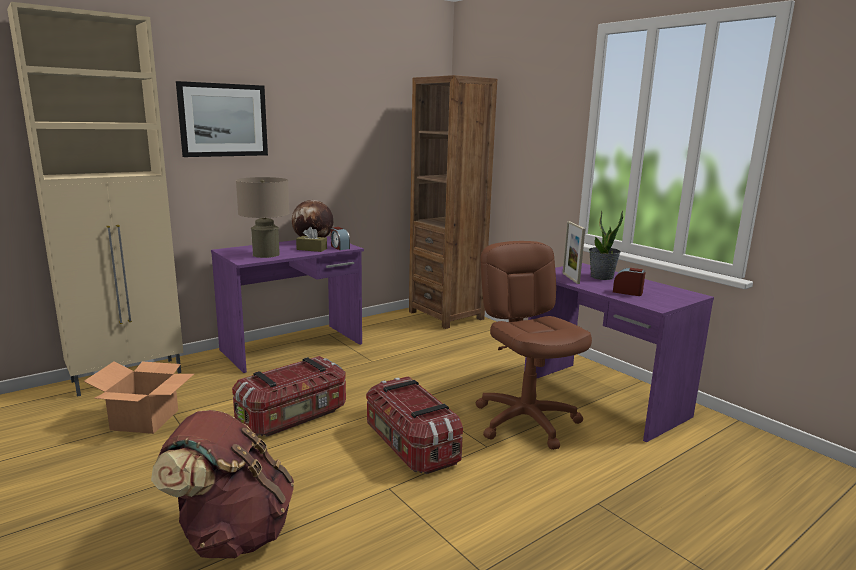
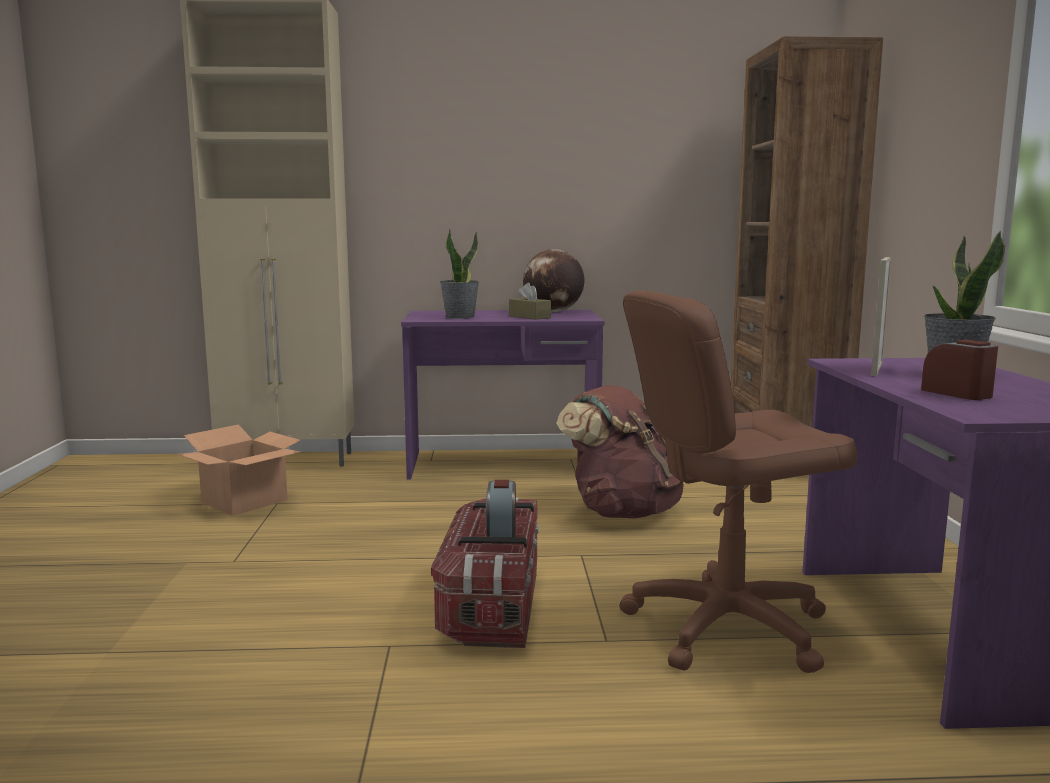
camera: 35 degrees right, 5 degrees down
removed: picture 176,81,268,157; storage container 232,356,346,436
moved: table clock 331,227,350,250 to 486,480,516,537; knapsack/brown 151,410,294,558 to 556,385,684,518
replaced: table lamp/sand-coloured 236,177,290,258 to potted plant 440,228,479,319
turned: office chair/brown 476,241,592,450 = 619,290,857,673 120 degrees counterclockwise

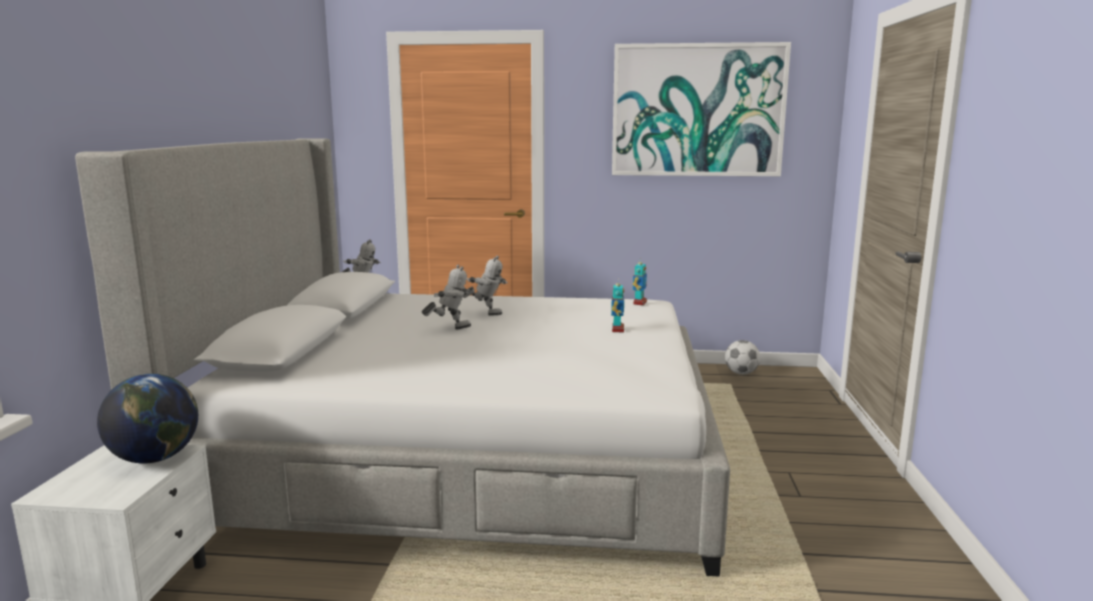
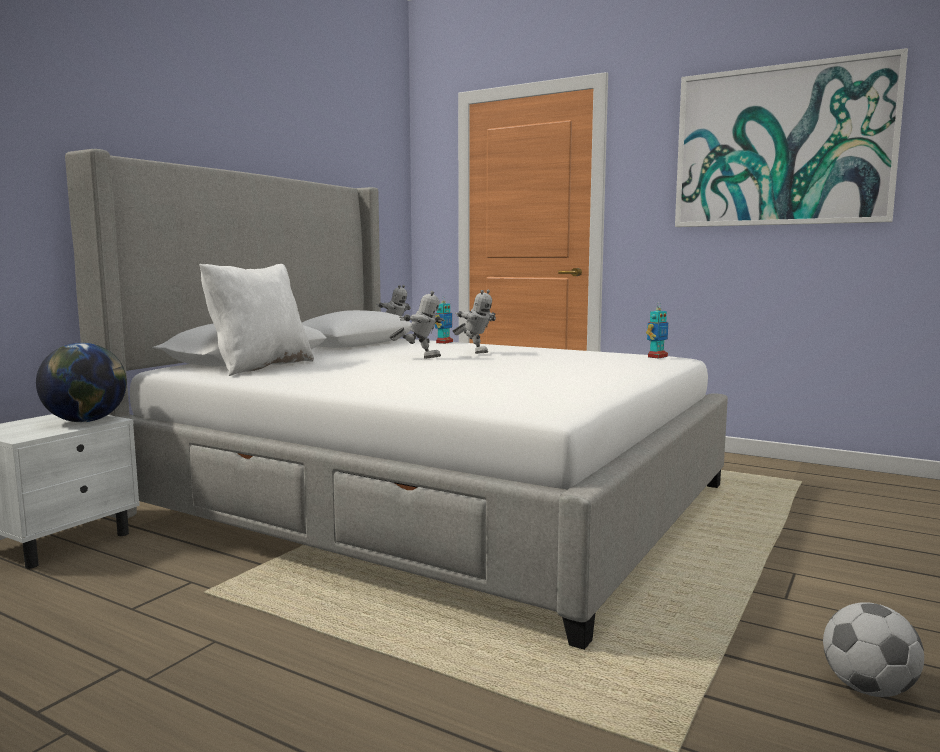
camera: 25 degrees right, 5 degrees down
added: cushion/white 199,264,314,376
moved: model robot 611,283,624,332 to 435,299,453,344; ball for football 725,340,760,374 to 823,602,924,697

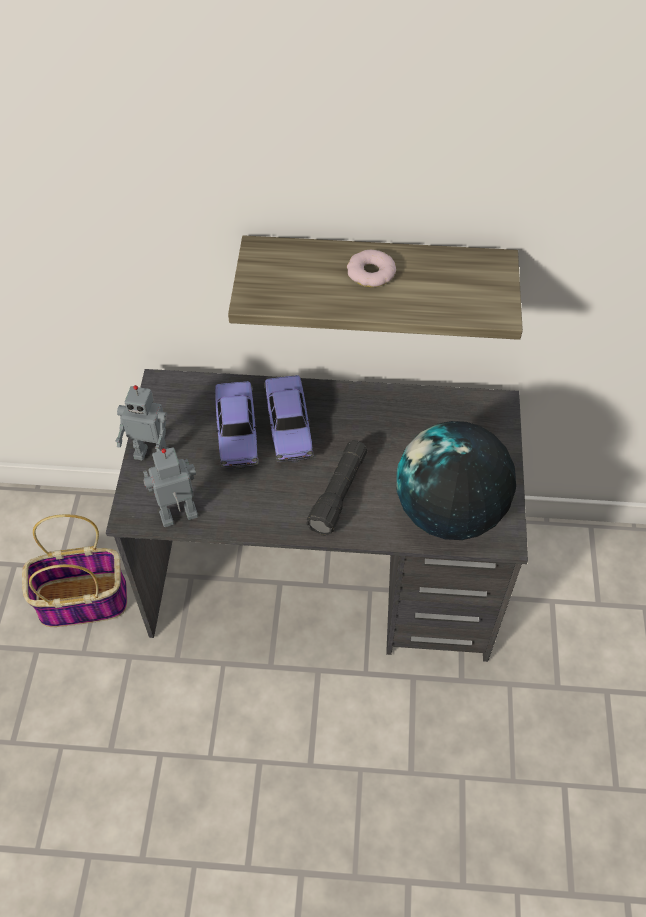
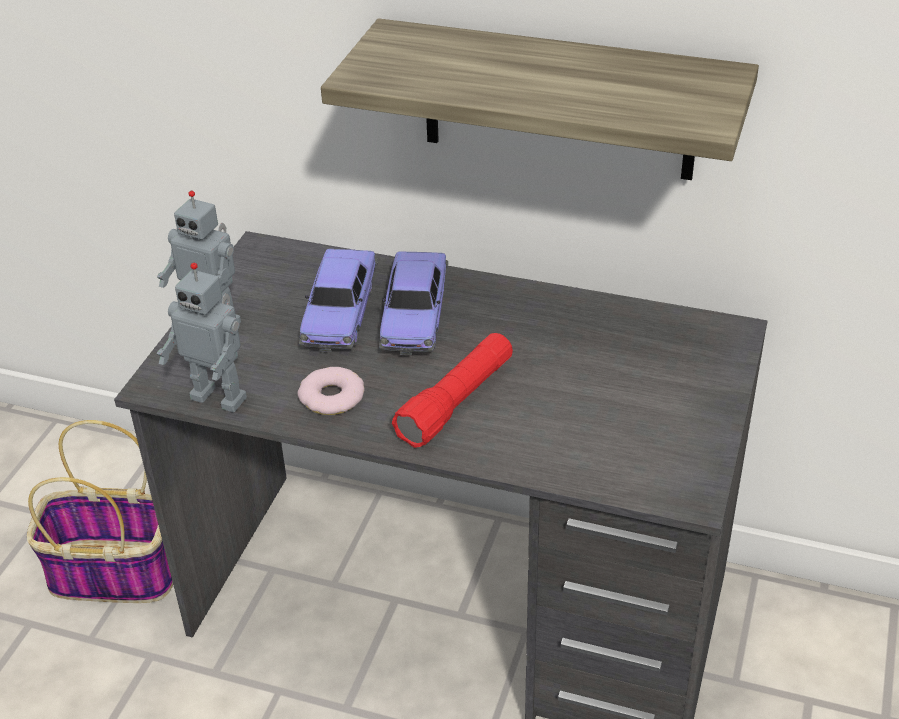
camera: 15 degrees right, 15 degrees down
removed: desk globe 396,421,516,540
moved: ring doughnut 347,250,396,287 to 297,367,365,415
recoloured: hand torch/black 306,440,367,536 to hand torch/red-coloured 392,333,513,448
turned: model robot 143,448,198,527 = 157,263,247,412 150 degrees counterclockwise

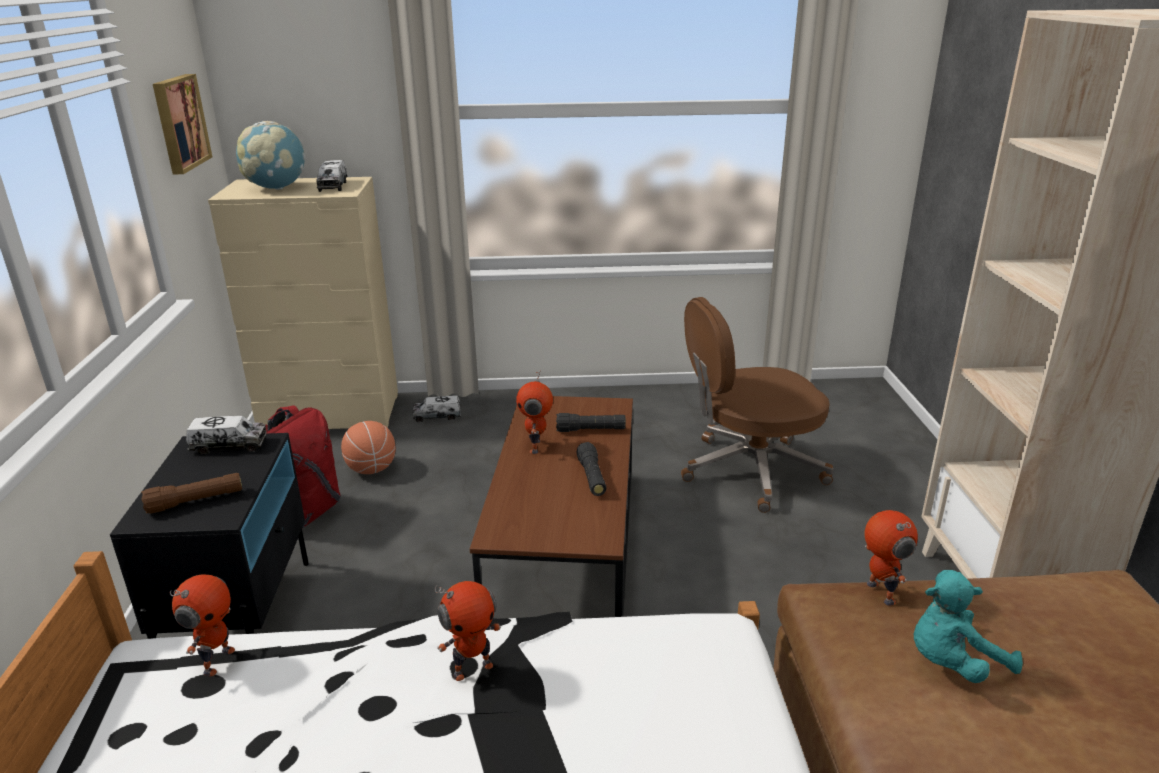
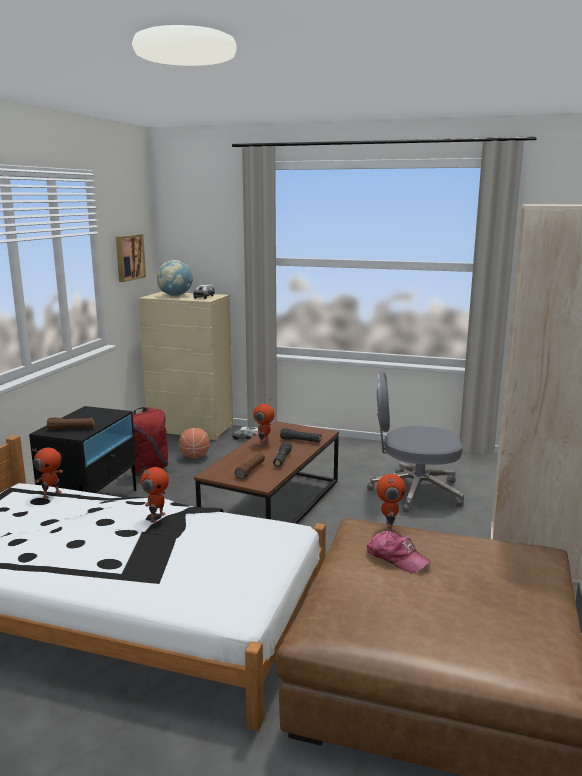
camera: 20 degrees right, 10 degrees down
removed: toy truck 186,416,267,454
added: hand torch/brown 235,453,265,479
replaced: cuddly toy/blue-green 914,570,1023,683 to peaked cap 367,531,431,573
recoloured: office chair/brown 681,297,834,513 to office chair/gray 367,372,464,513
turned: model robot 435,581,501,681 = 141,467,169,523 60 degrees counterclockwise

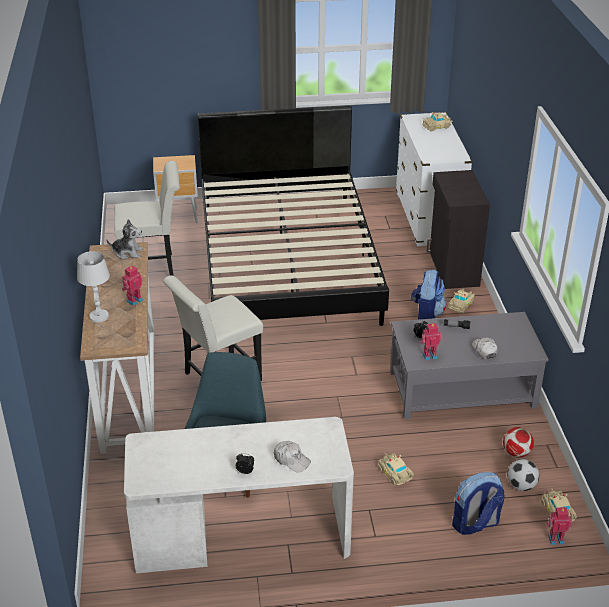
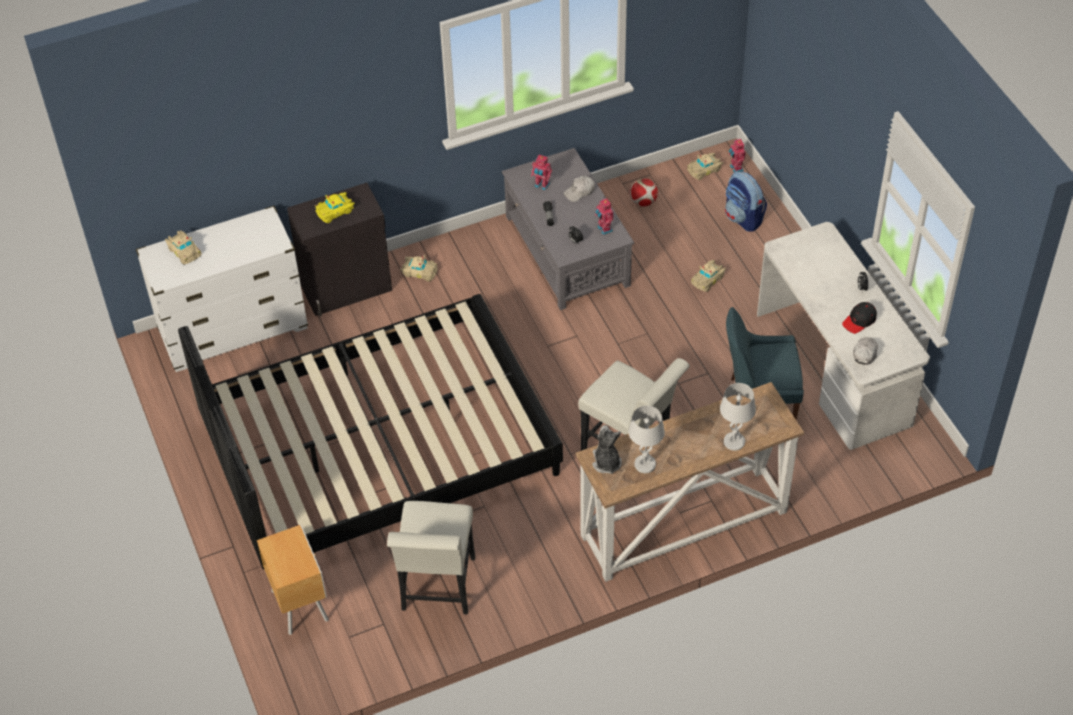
camera: 105 degrees left, 15 degrees up
removed: knapsack 411,269,446,320; ball for football 507,459,539,491
added: miniature car/yellow-coloured 314,192,355,223; peaked cap/black 842,302,877,334; table lamp/white 628,406,665,473
moved: model robot 122,265,143,306 to 531,155,552,191; peaked cap/white 274,441,311,473 to 853,337,878,365
turned: chair/white 114,161,180,276 = 387,501,475,614 150 degrees counterclockwise

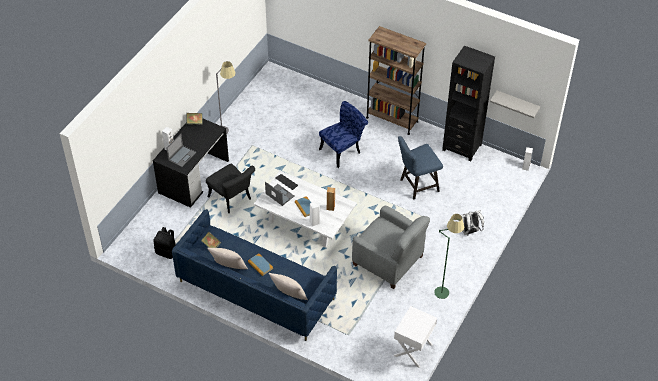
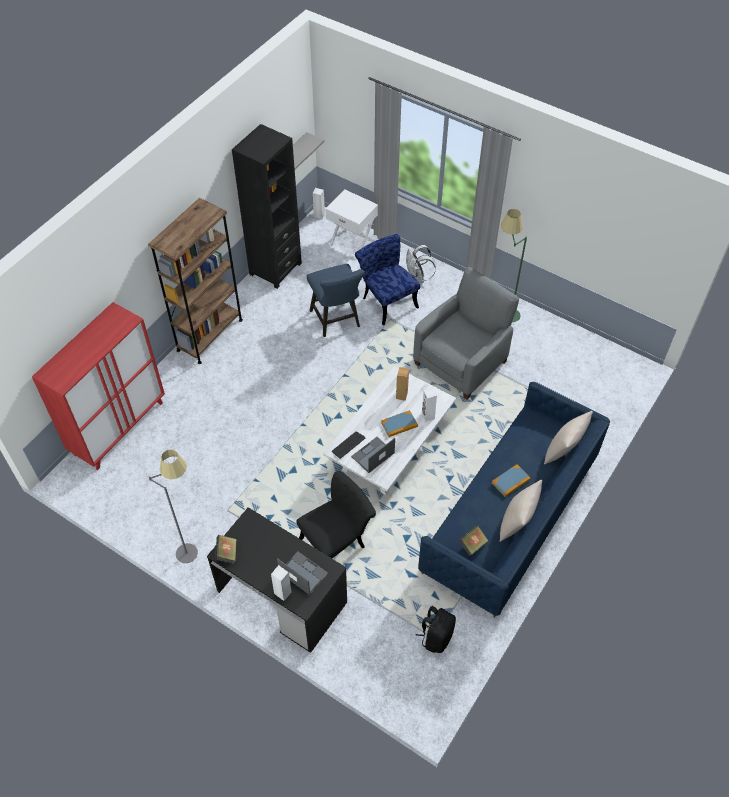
camera: 85 degrees left, 5 degrees up
added: storage cabinet/red-coloured 32,302,165,470
moved: chair/bluish 319,101,368,168 to 355,234,420,325; nightstand/white 393,306,437,368 to 326,189,378,261

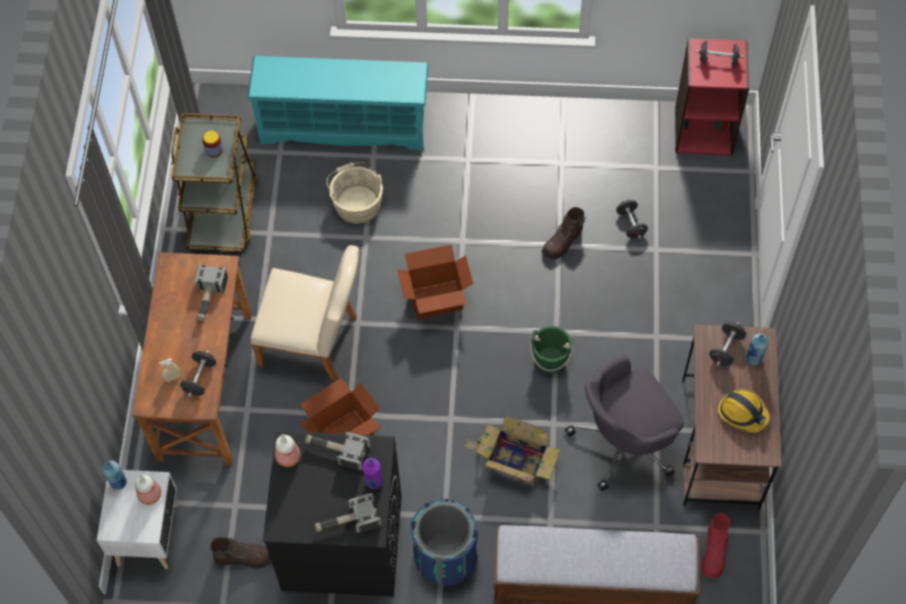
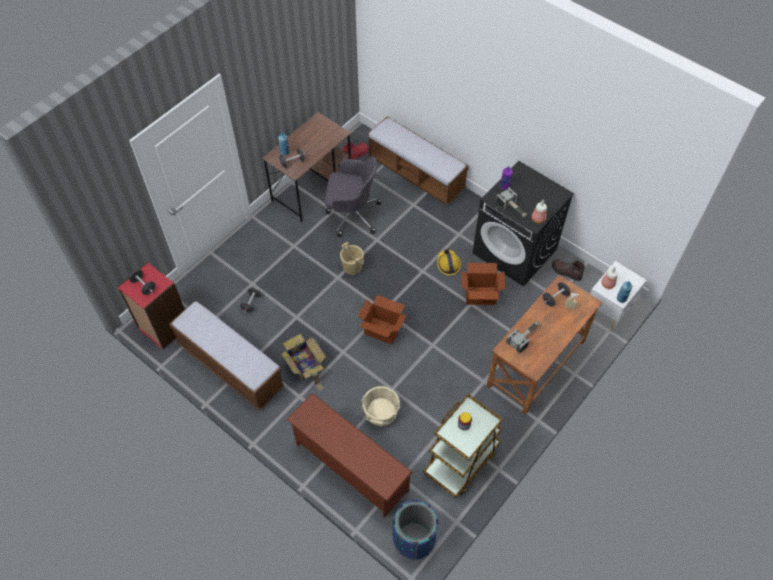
camera: 145 degrees left, 5 degrees down
removed: high-top boot/brown 542,207,585,259; chair/sand-coloured 251,245,359,382; hand hammer 315,493,382,533
added: indoor bench 169,301,284,411
moved: hard hat 718,389,770,433 to 437,249,461,275; carton 464,415,560,484 to 281,334,326,392; rubbish bin/bluish 410,499,478,586 to 392,499,438,560
recoloured: shoe stand/blue-green 247,56,429,151 to shoe stand/brown 287,393,413,517; water bucket/green-coloured 530,326,573,374 to water bucket/sand-coloured 340,242,364,275

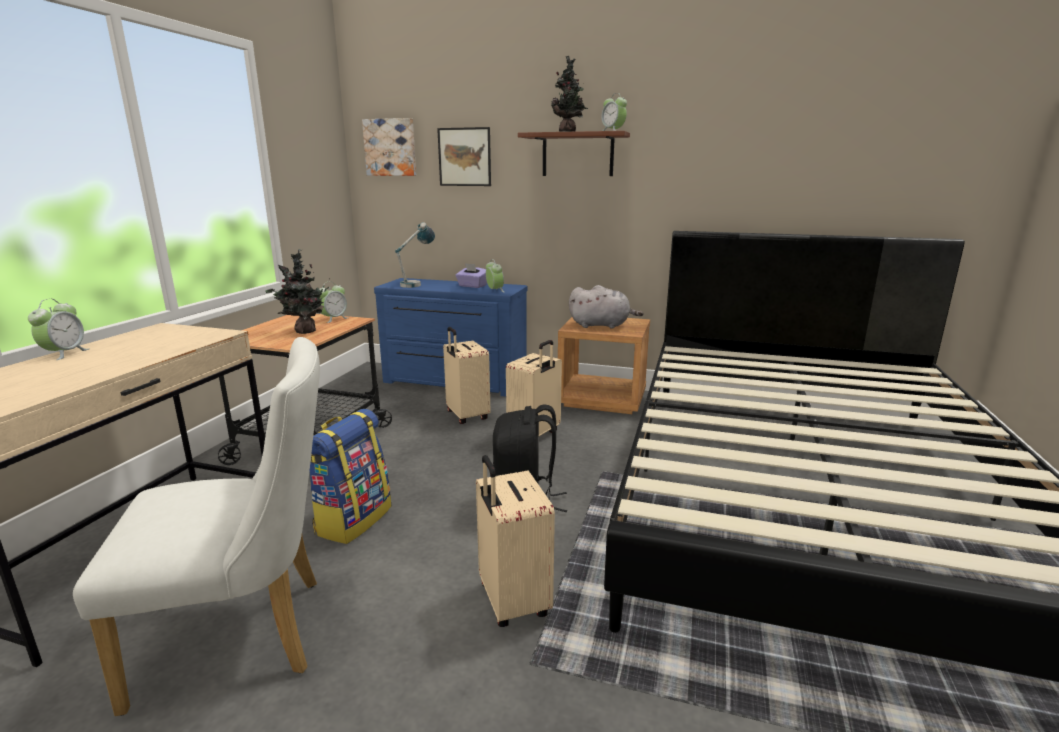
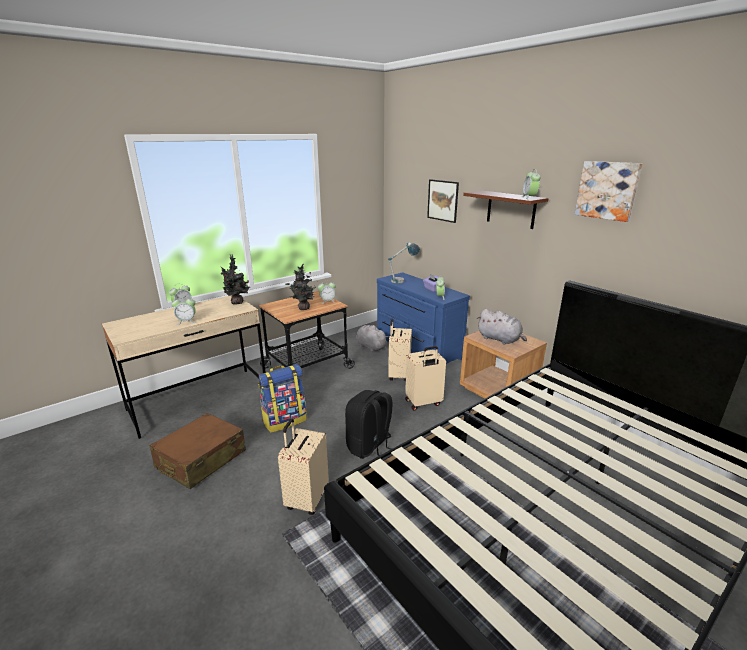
camera: 35 degrees right, 5 degrees up
added: table clock 171,296,196,325; cuddly toy/gray 356,325,388,352
moved: potted plant 551,56,588,132 to 221,254,249,305; picture 362,118,416,176 to 574,161,642,222
replaced: chair/white 73,337,320,716 to travel case/brown 149,413,246,489

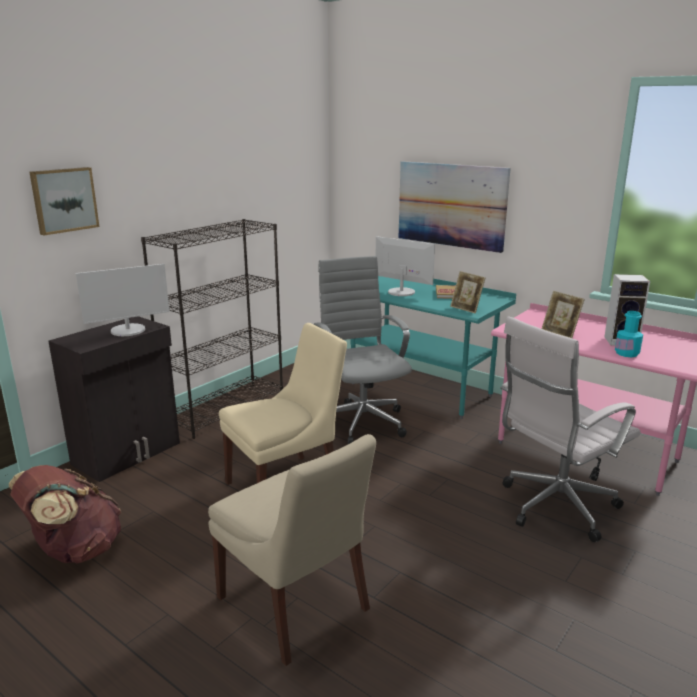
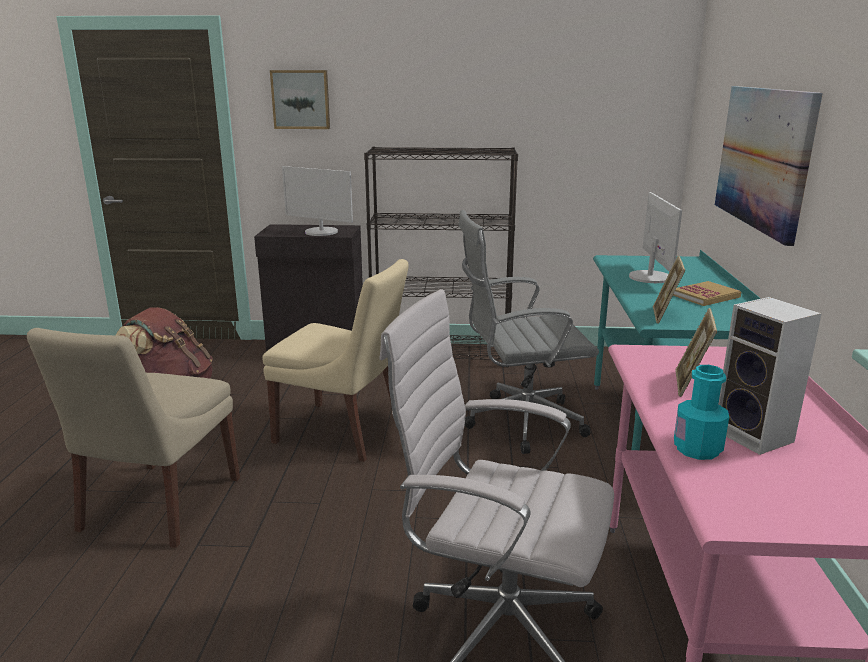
camera: 55 degrees right, 0 degrees up
turned: office chair/gray 314,256,412,444 = 458,210,599,454 135 degrees counterclockwise

